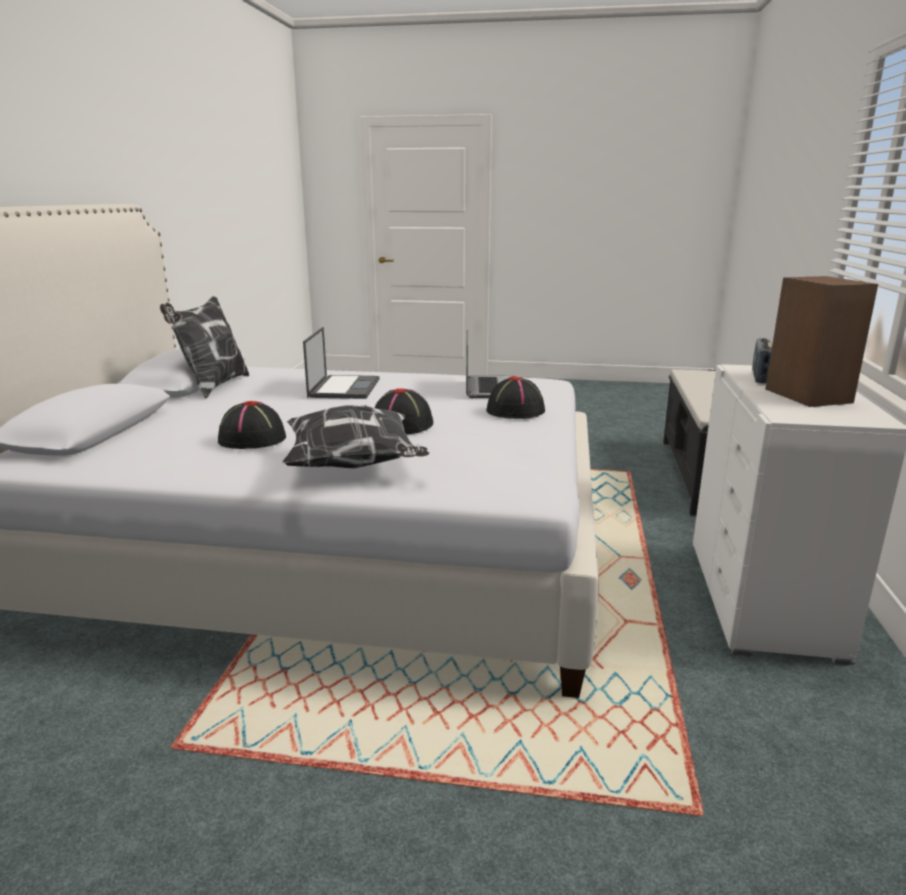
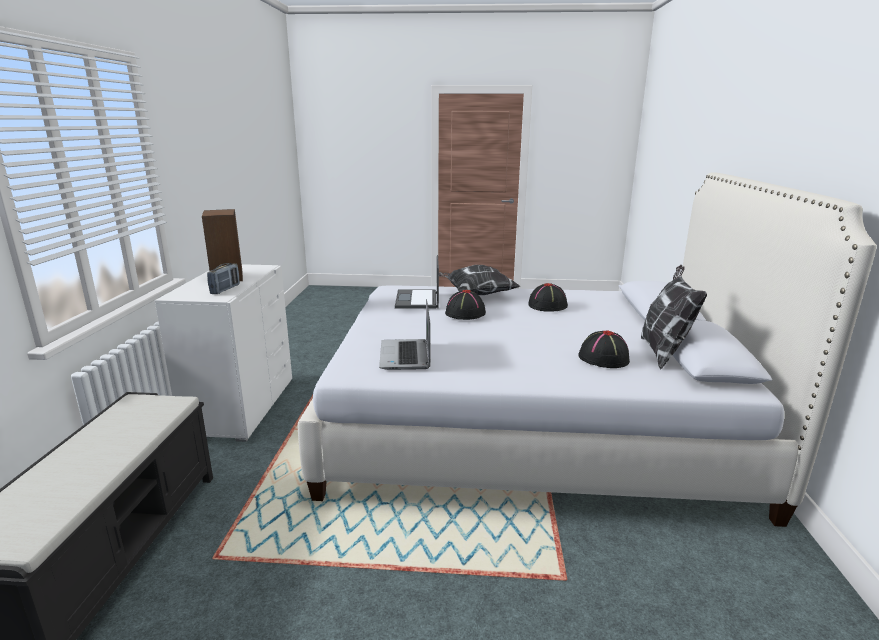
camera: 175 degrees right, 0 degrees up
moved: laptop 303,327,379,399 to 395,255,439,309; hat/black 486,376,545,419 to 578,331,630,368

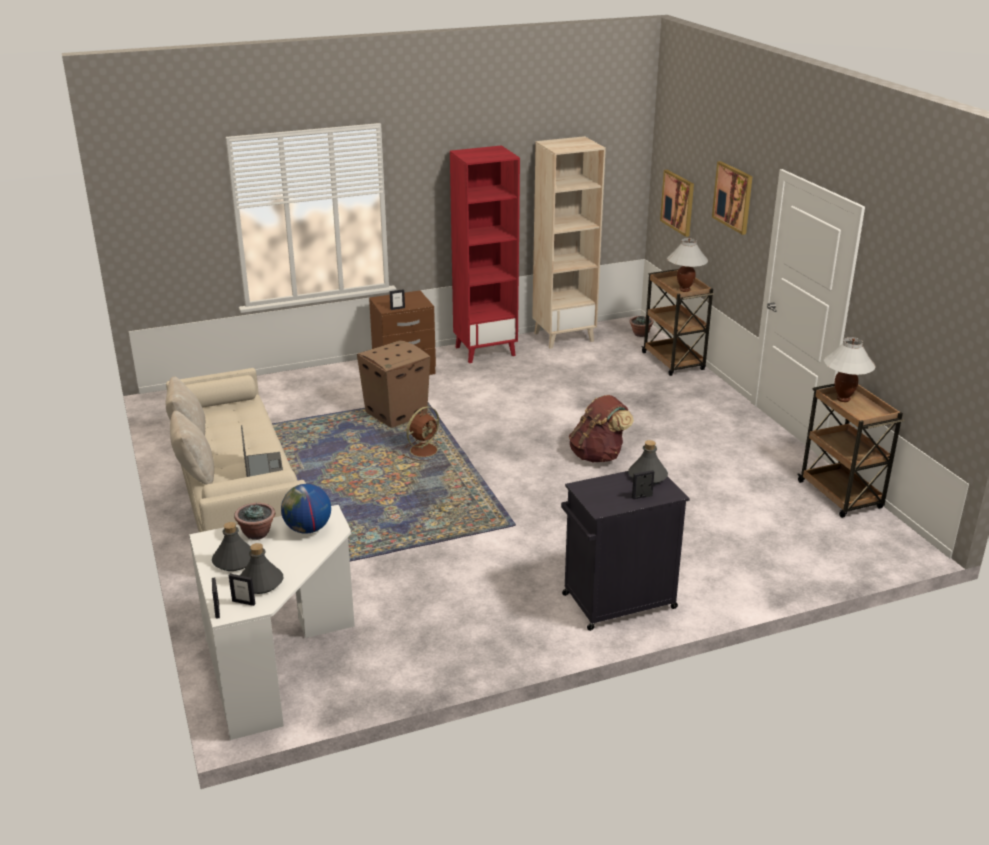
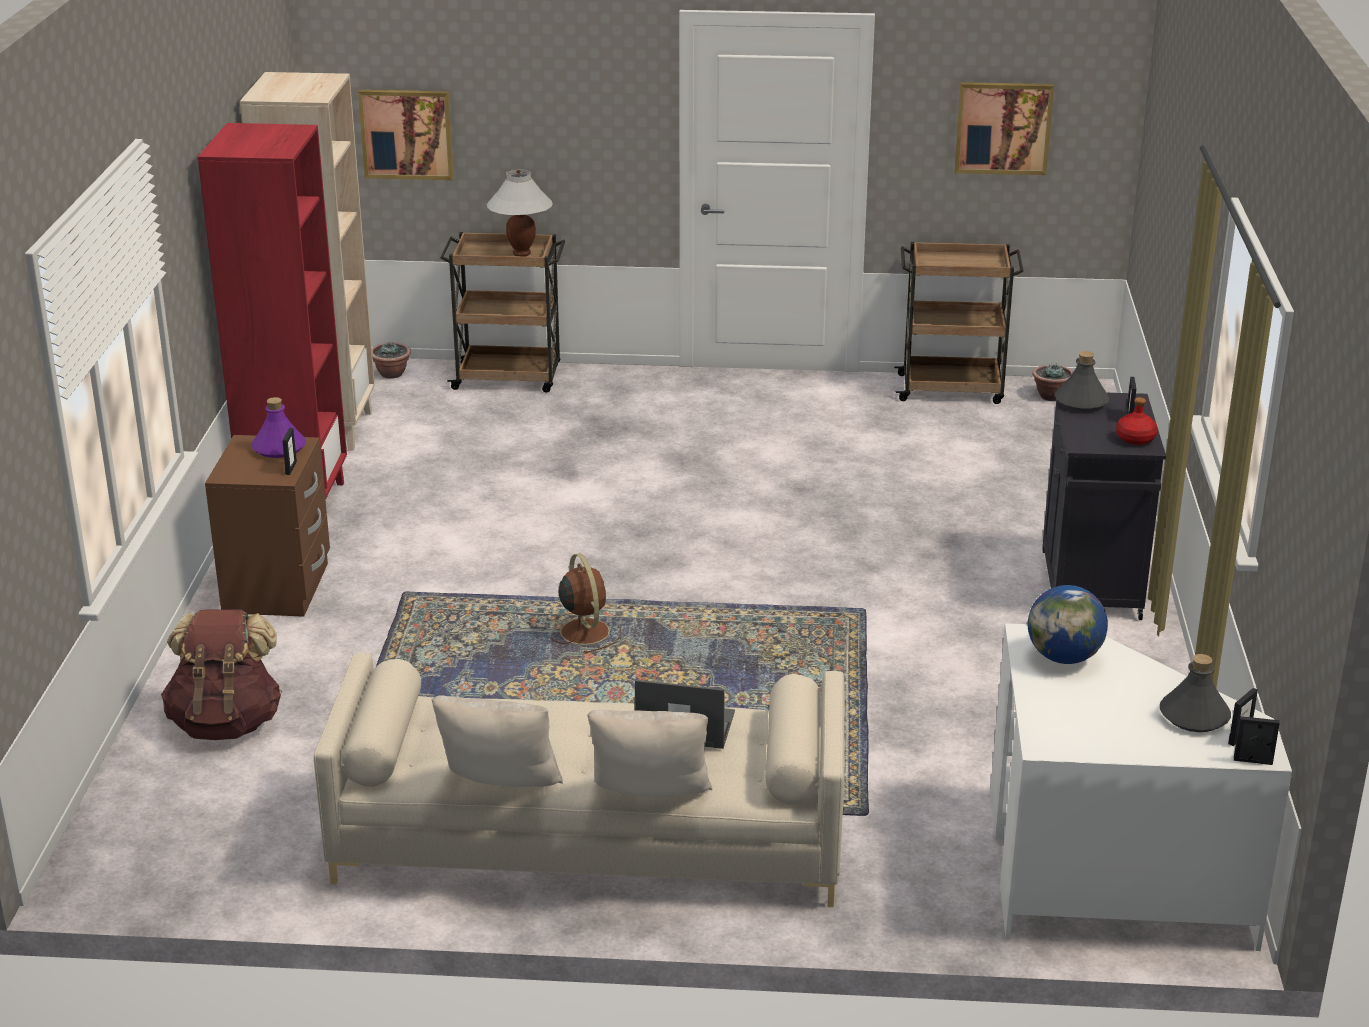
camera: 65 degrees left, 0 degrees up
removed: table lamp/white 824,337,876,402; carton 357,340,430,428; bottle/gray 212,522,251,571
added: bottle/purple-coloured 251,397,306,458; bottle/red-coloured 1116,397,1158,445
moved: picture 712,161,753,235 to 955,82,1054,175; knapsack/brown 569,395,634,462 to 161,610,282,740; potted plant 234,503,275,540 to 1032,363,1074,401

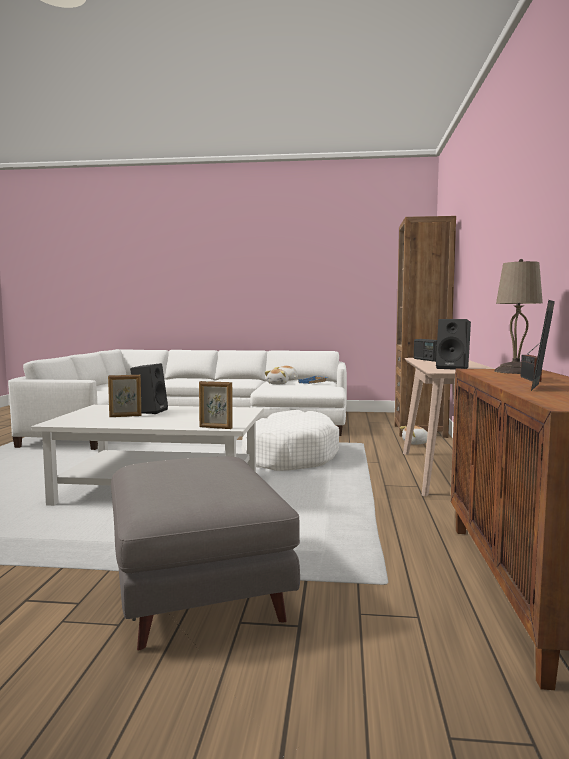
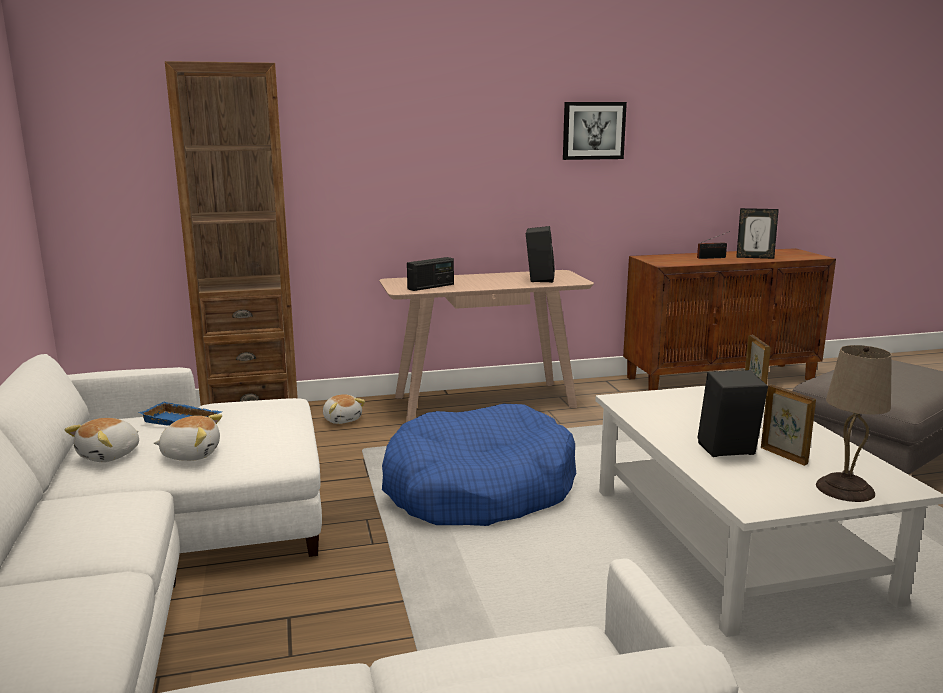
camera: 110 degrees left, 10 degrees up
added: picture 563,102,627,160
moved: table lamp/sand-coloured 494,259,543,374 to 816,345,892,502
recoloured: dog cushion/white 241,410,339,471 to dog cushion/bluish 382,404,576,526

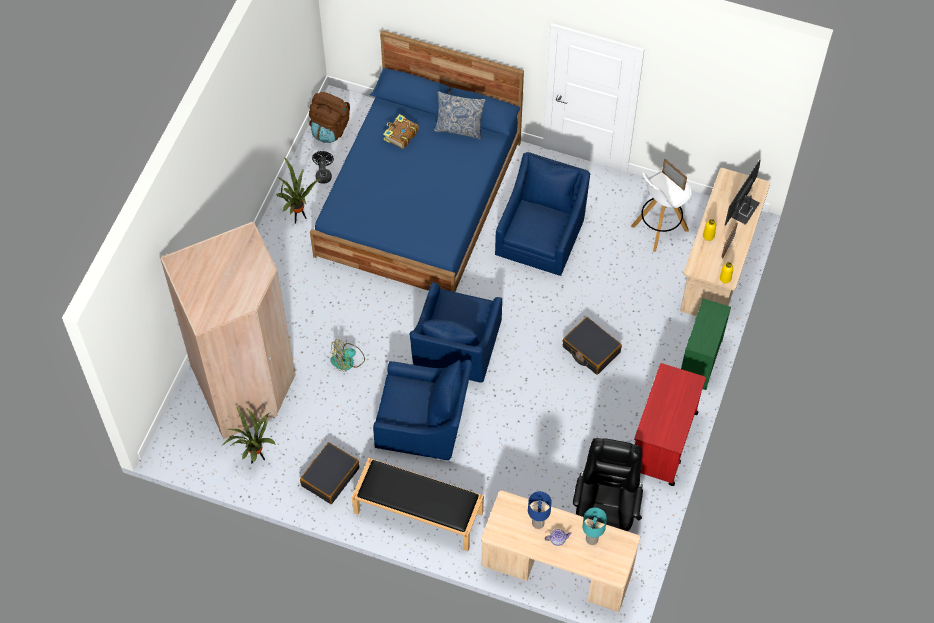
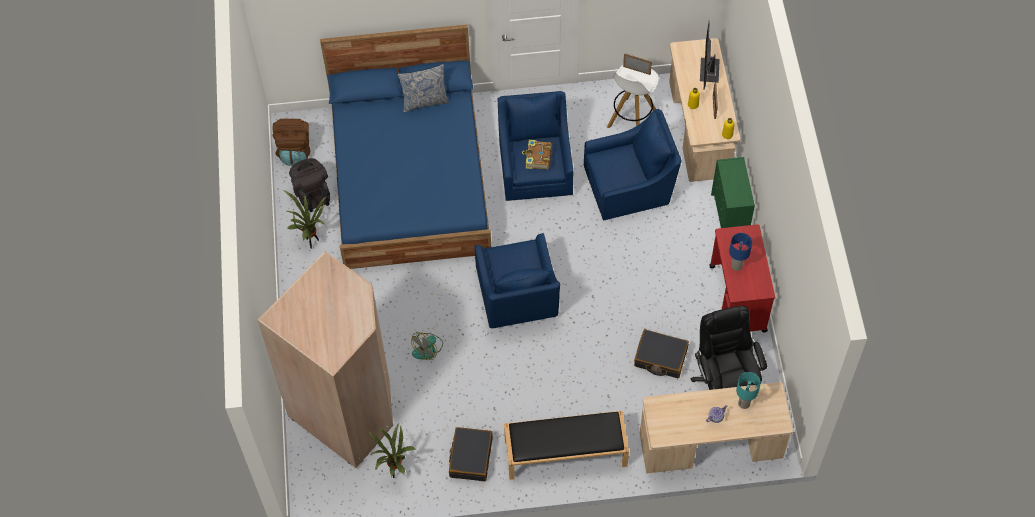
camera: 25 degrees left, 0 degrees up
moved: book 383,114,419,149 to 522,140,552,170; travel case/black 563,317,622,375 to 634,329,689,378; lounge chair/bluish 373,360,472,460 to 584,109,681,221; table lamp/bluish 528,491,552,529 to 729,233,752,271
replaced: electric fan/black 312,151,334,184 to knapsack/black 289,158,330,212

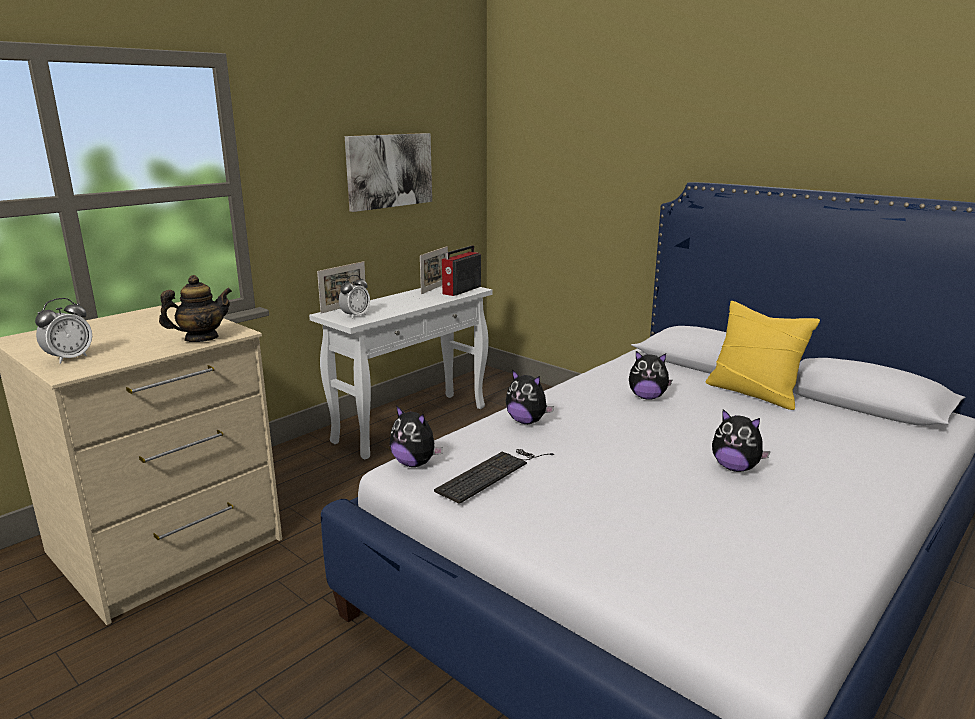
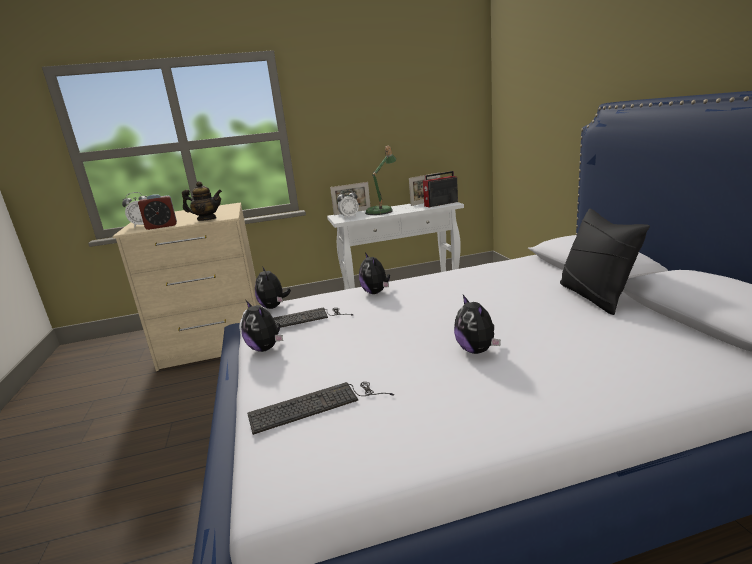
camera: 35 degrees right, 0 degrees up
removed: picture 345,133,432,212
added: table lamp 365,146,396,215; table clock 138,194,177,230; computer keyboard 247,382,394,435
moved: cuddly toy 629,351,672,400 to 241,300,283,352
recoloured: cushion/yellow-coloured 706,301,820,410 to cushion/black 560,208,650,315

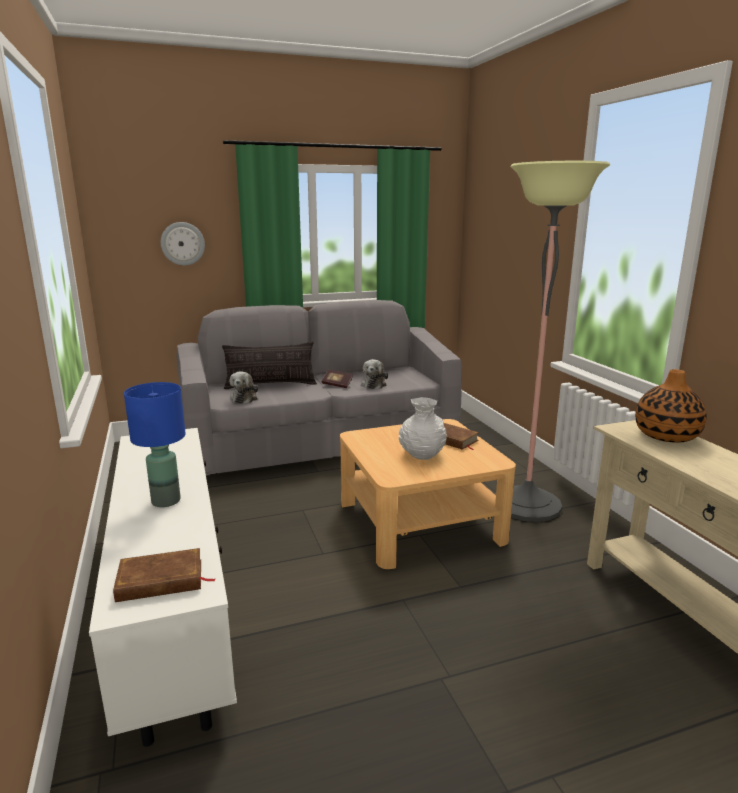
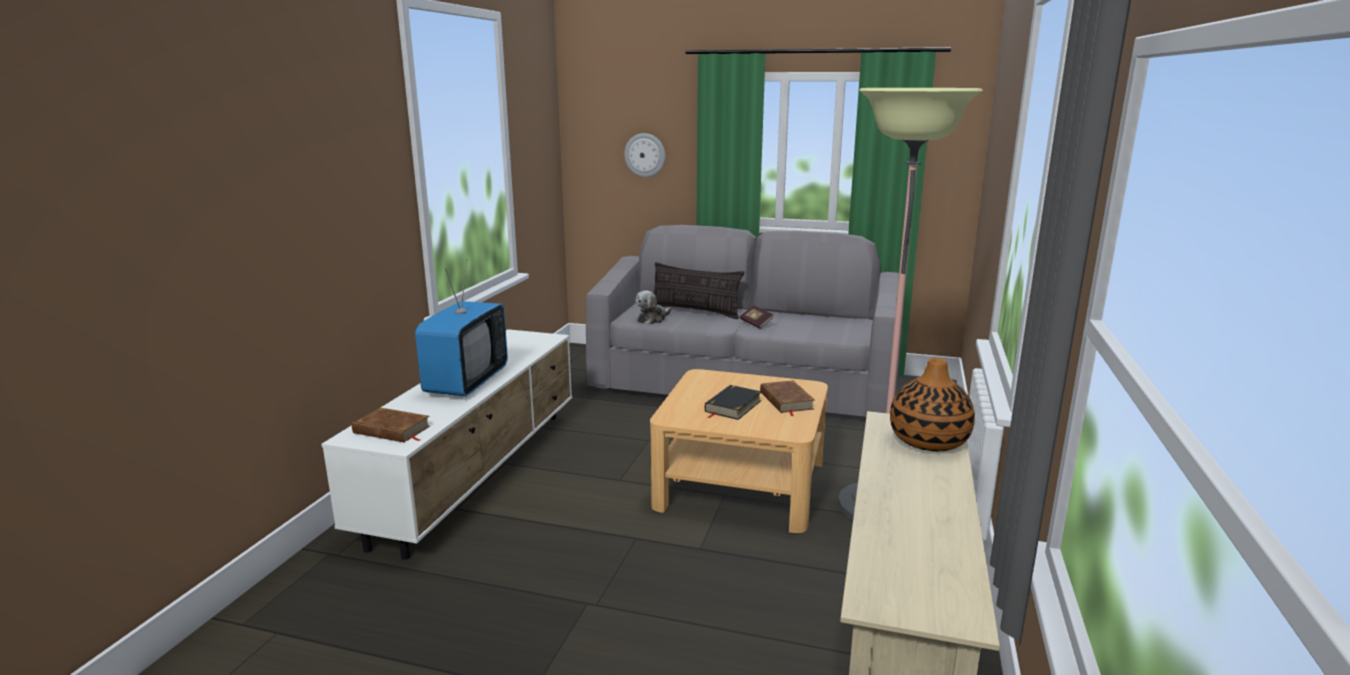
camera: 35 degrees right, 0 degrees up
removed: cuddly toy 361,359,388,389
replaced: table lamp/bluish 124,382,186,507 to television 415,259,508,397; decorative vase/white 399,397,446,460 to book/black 705,385,762,420

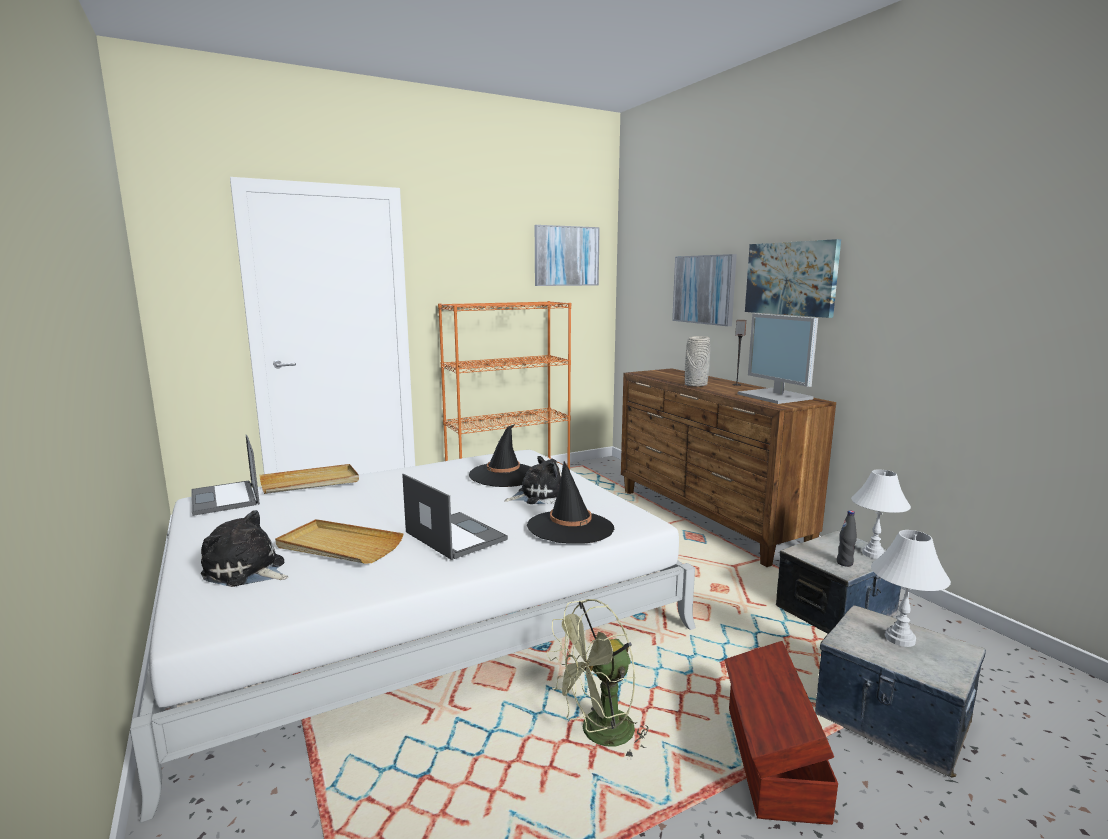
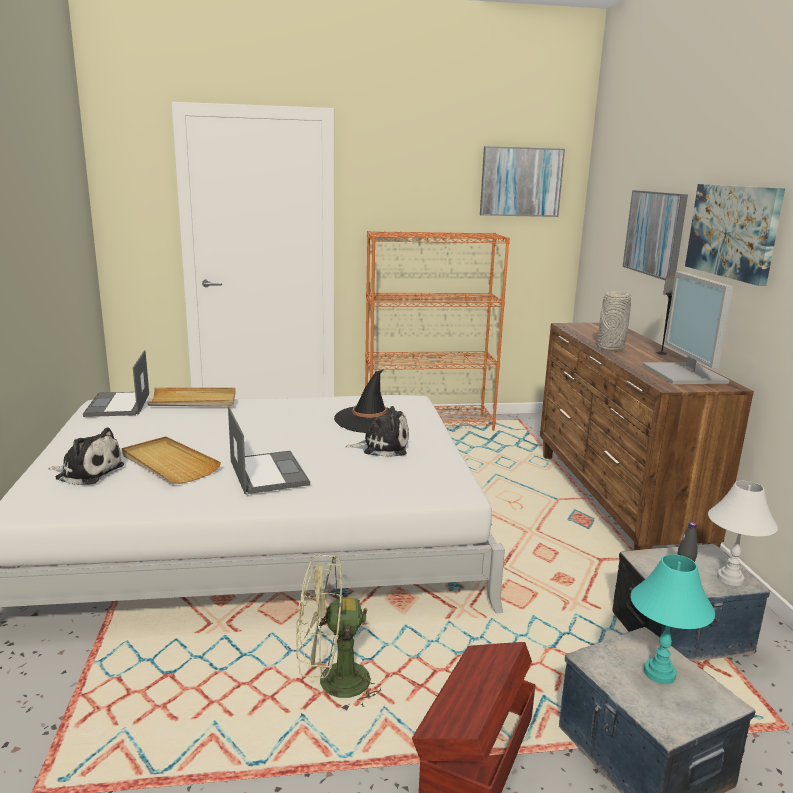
camera: 20 degrees right, 5 degrees up
removed: hat/black 527,461,614,544
recoloured: table lamp/white 871,530,951,647 to table lamp/blue-green 631,554,715,684
turned: cuddly toy 201,510,289,587 = 48,427,124,485 150 degrees clockwise

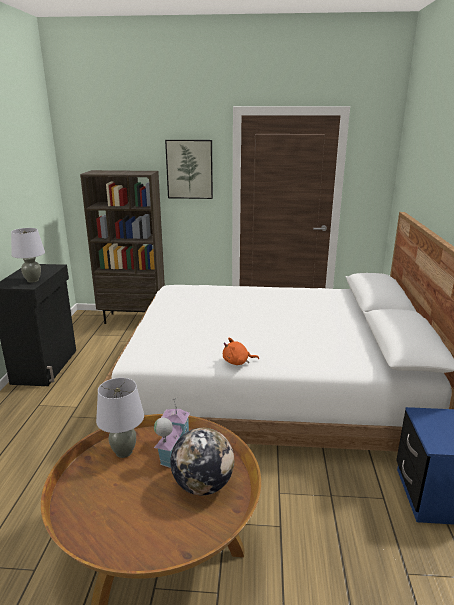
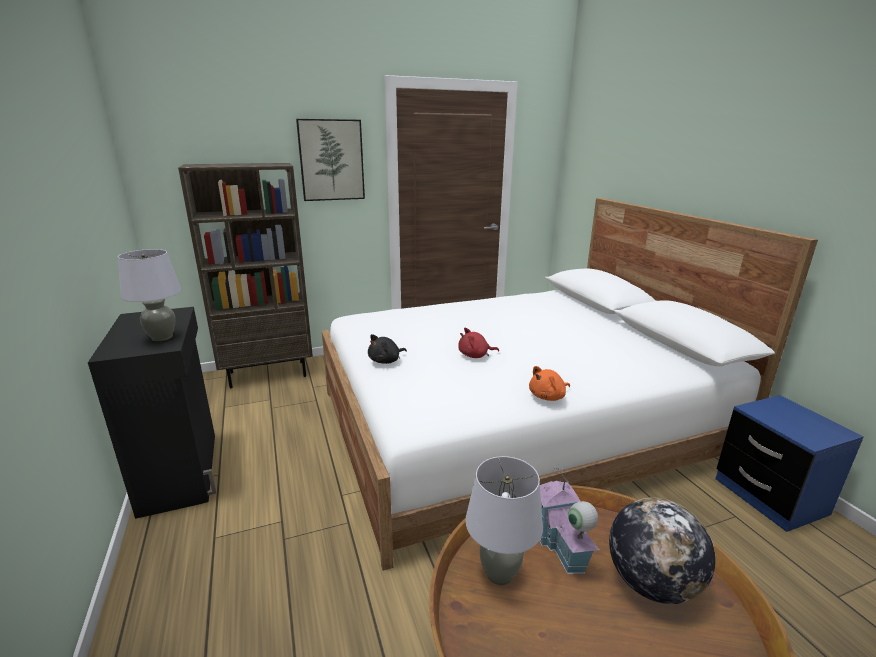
camera: 25 degrees left, 0 degrees up
added: cuddly toy/red-coloured 458,328,499,358; cuddly toy/black 368,334,407,364

